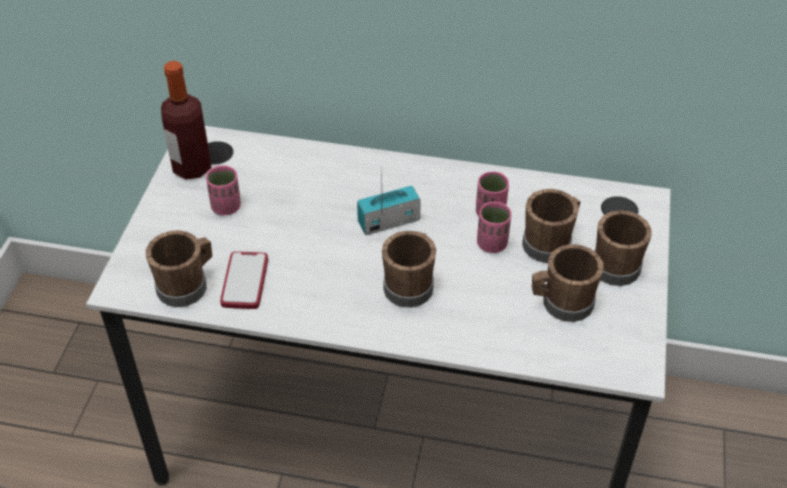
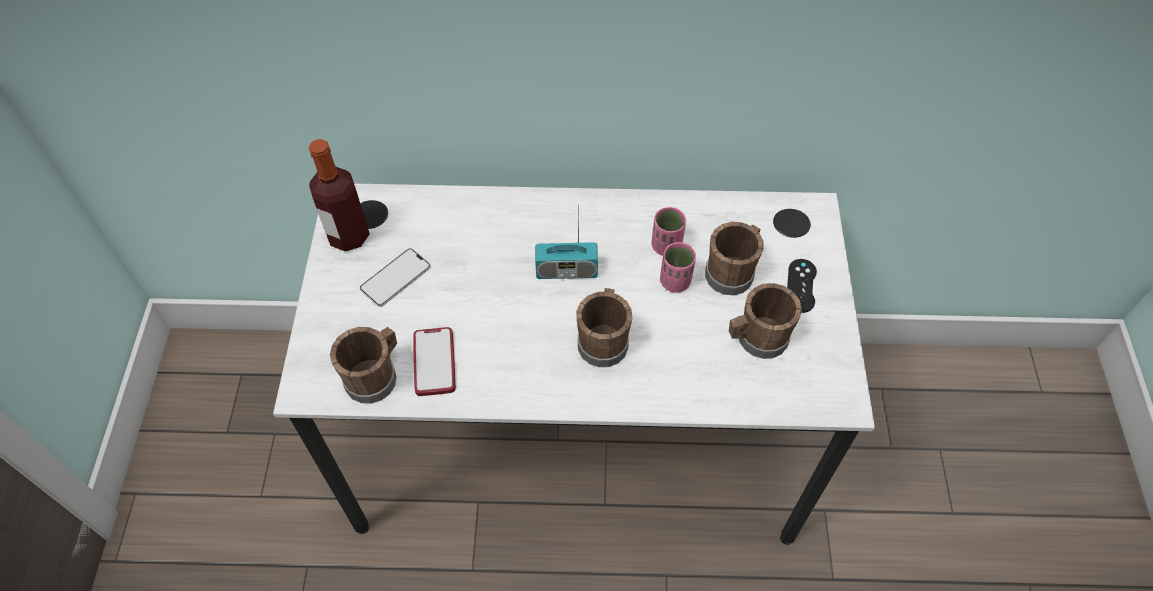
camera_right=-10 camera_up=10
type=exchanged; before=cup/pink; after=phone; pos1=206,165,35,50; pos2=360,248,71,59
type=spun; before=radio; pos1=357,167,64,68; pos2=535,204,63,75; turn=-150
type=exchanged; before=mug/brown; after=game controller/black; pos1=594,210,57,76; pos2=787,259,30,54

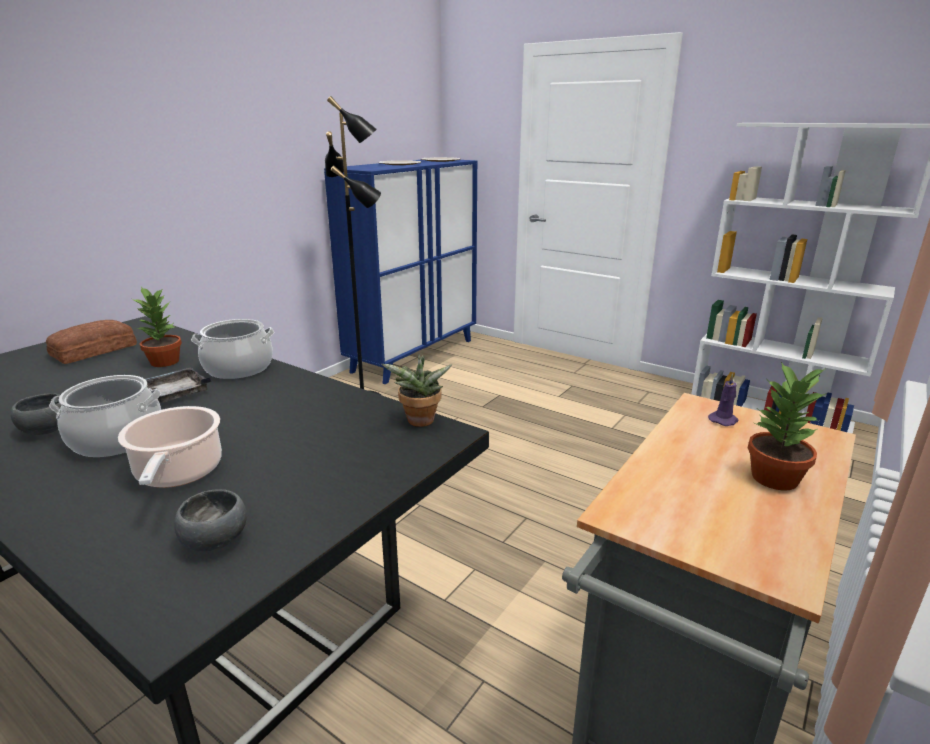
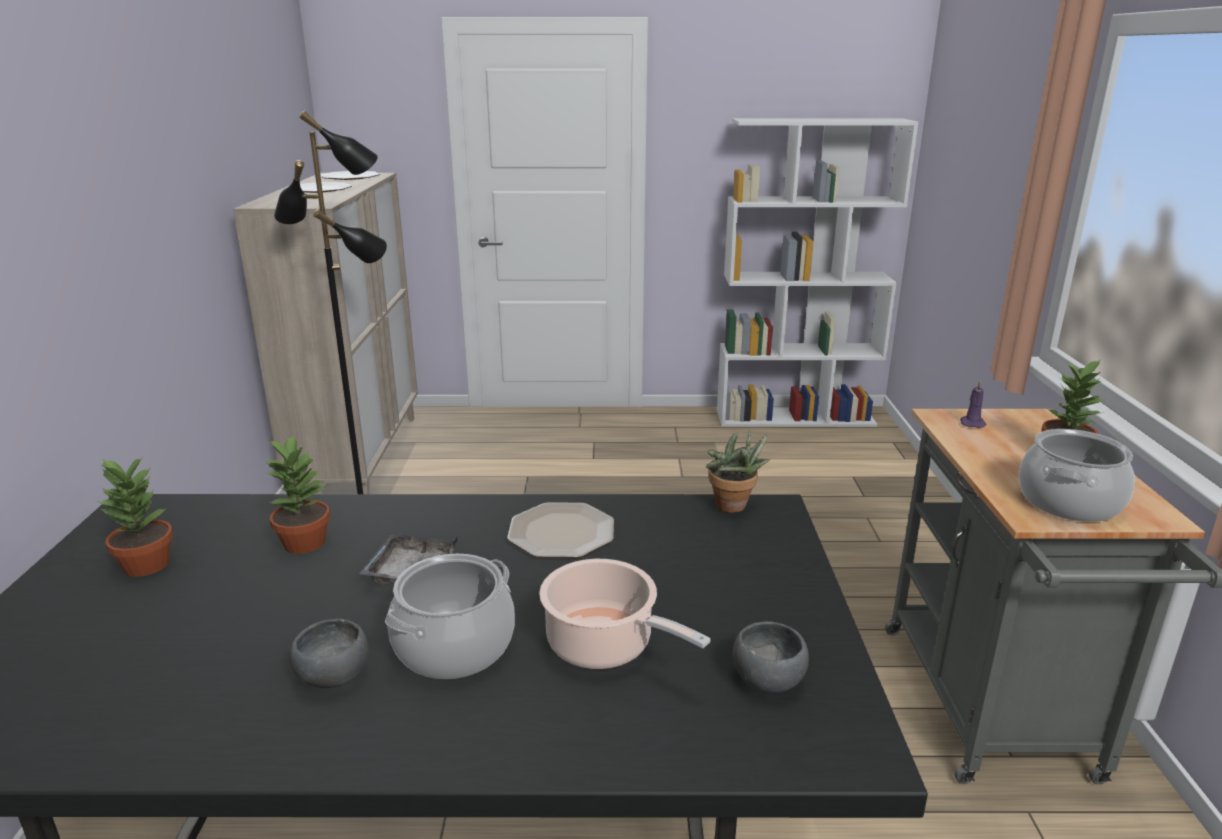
camera_right=-35 camera_up=0
type=exchanged; before=bread; after=potted plant; pos1=46,320,91,44; pos2=97,458,76,119
type=relocated; before=cooking pot; pos1=191,319,83,60; pos2=1019,429,116,93
type=colour; before=cabinet/blue; after=cabinet/beige; pos1=324,160,153,224; pos2=233,173,185,321
type=appeared; after=plate; pos2=507,502,107,56

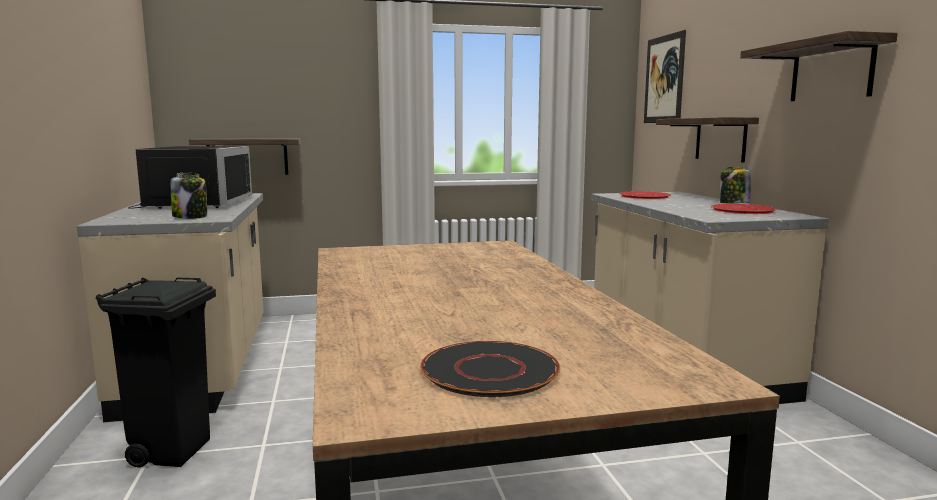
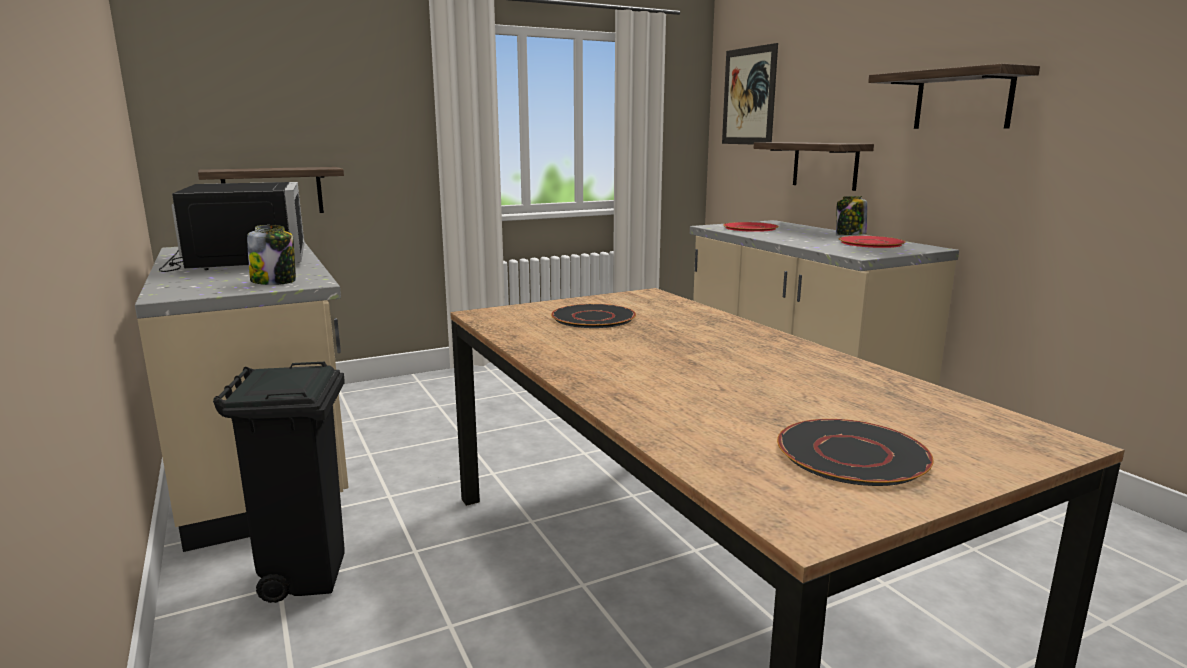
camera_right=-15 camera_up=5
type=appeared; after=plate/black; pos2=551,304,85,24

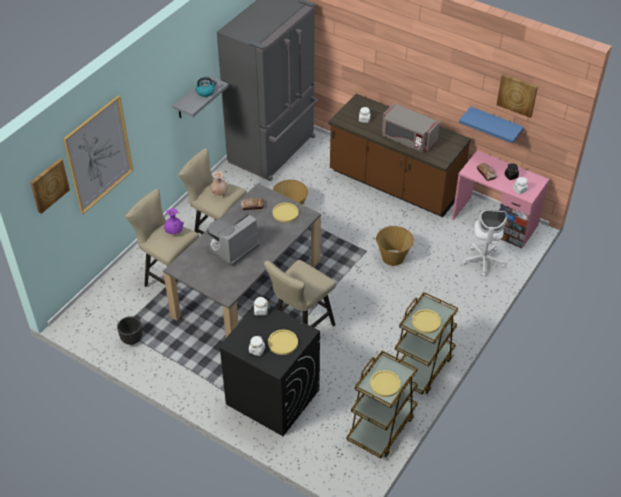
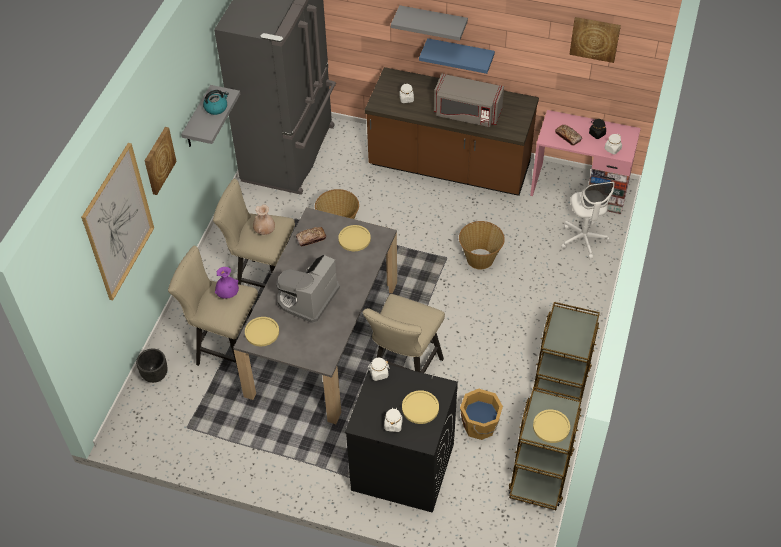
camera_right=-15 camera_up=5
type=relocated; before=picture; pos1=30,159,40,55; pos2=145,127,32,68
type=relocated; before=planter/black; pos1=117,316,26,29; pos2=136,349,32,34
type=relocated; before=plate/yellow; pos1=412,309,29,24; pos2=245,317,34,29
type=relocated; before=shelf/blue; pos1=459,107,65,37; pos2=419,38,76,36
type=appeared; after=shelf/grey; pos2=391,5,77,36
type=appeared; after=bucket/orange; pos2=460,389,43,51

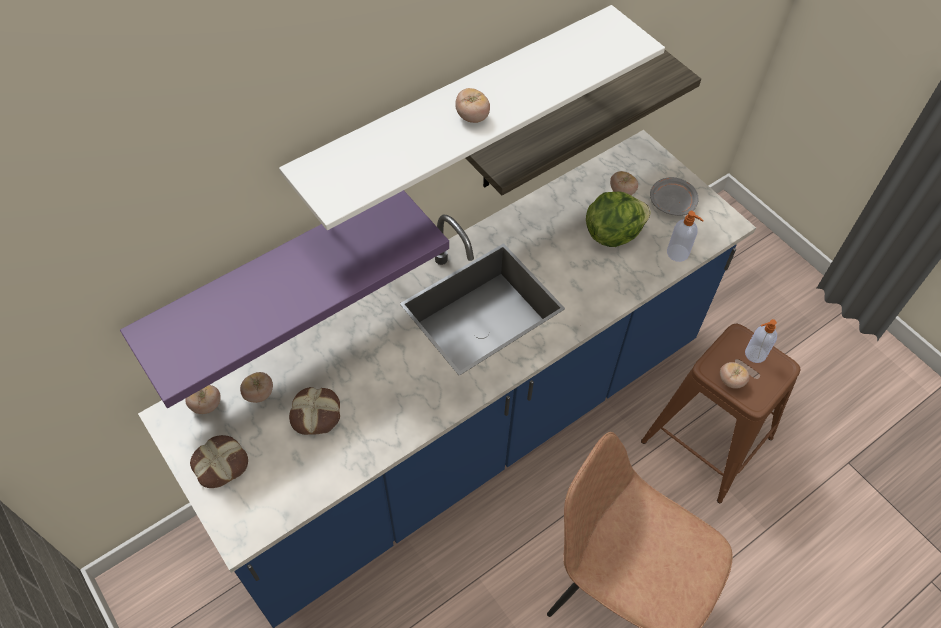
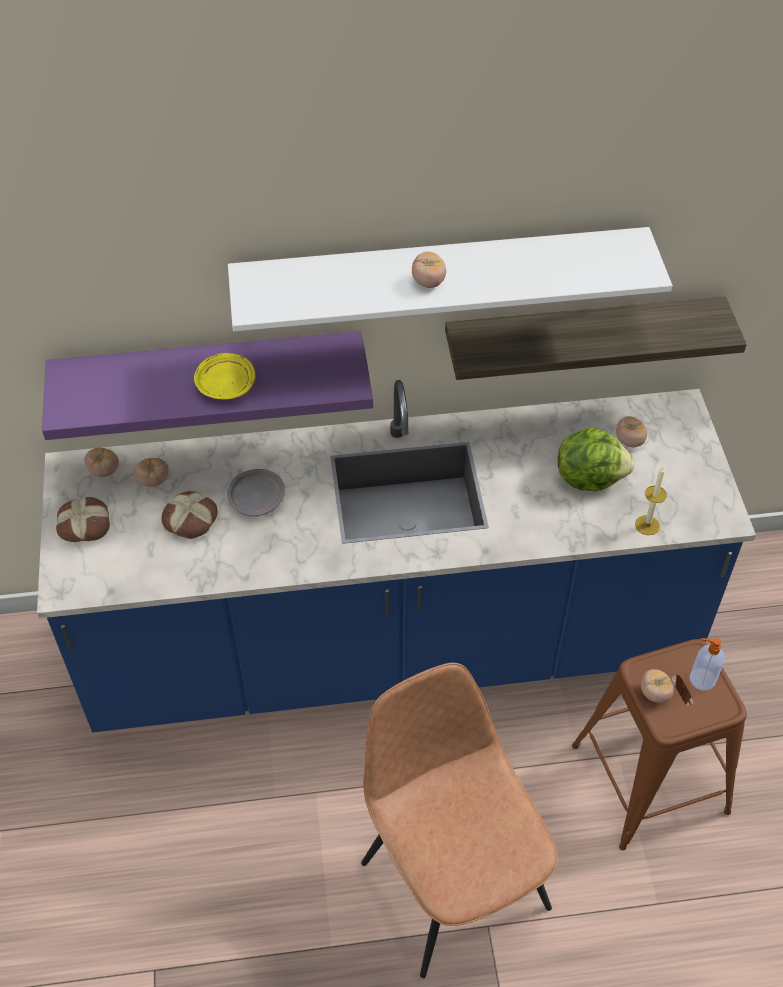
camera_right=30 camera_up=-5
type=relocated; before=plate/grey; pos1=650,177,49,39; pos2=227,469,58,47
type=exchanged; before=soap dispenser; after=candle; pos1=667,211,37,51; pos2=635,467,32,68
type=appeared; after=plate/yellow; pos2=194,353,62,46

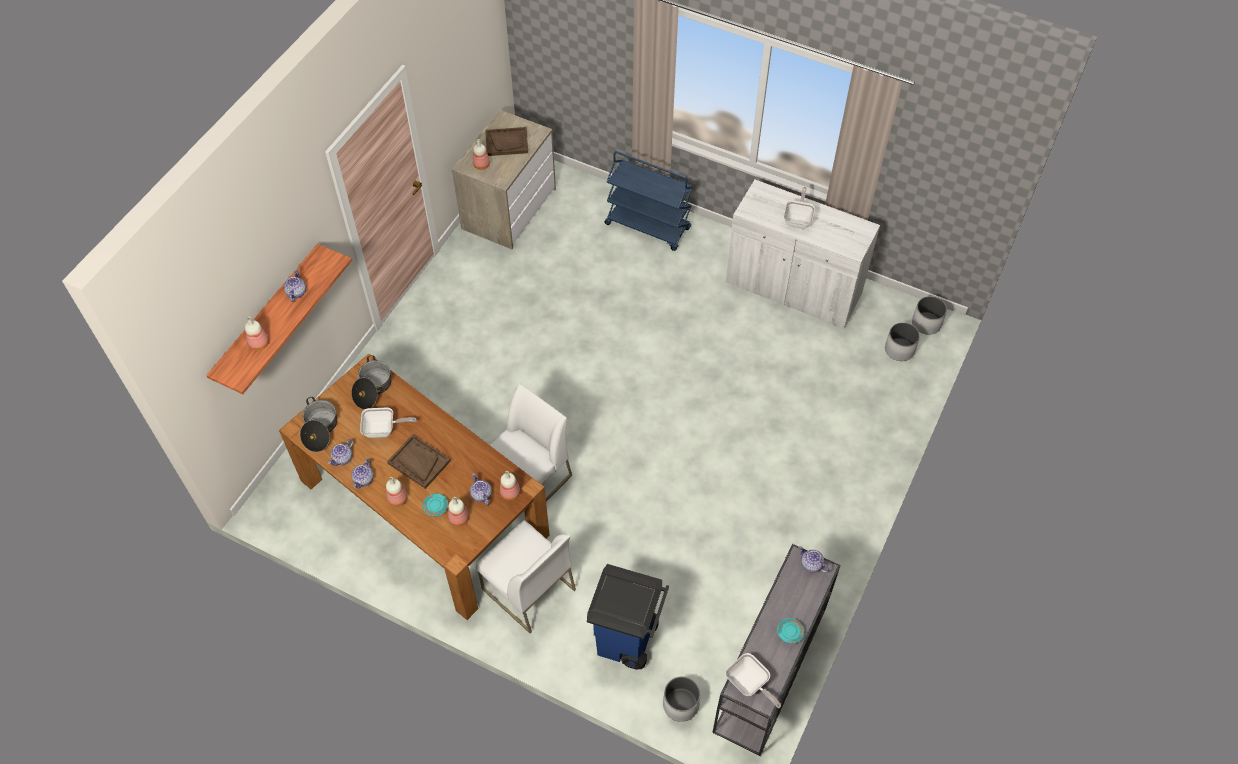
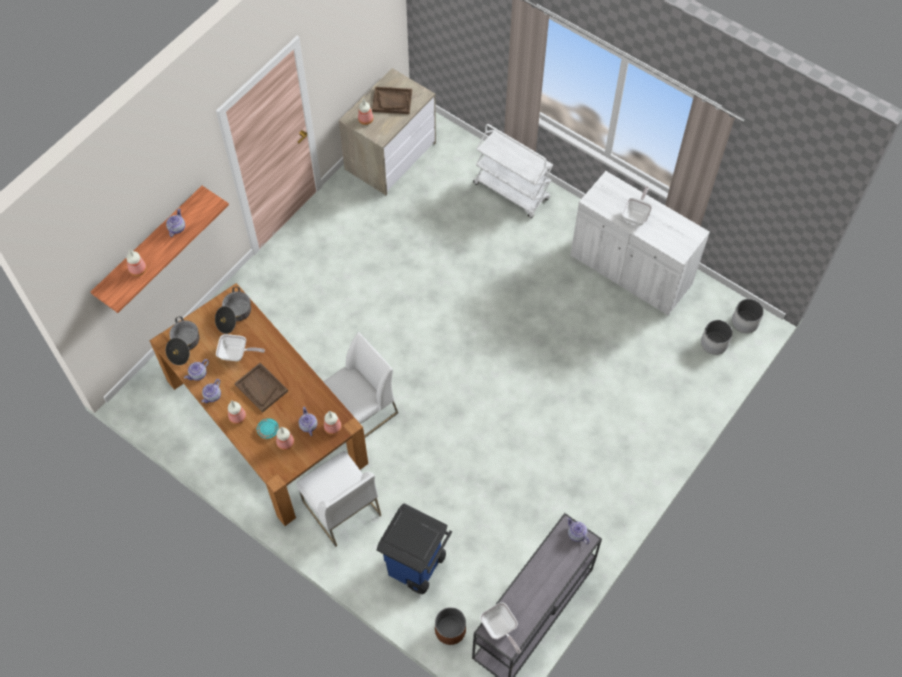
camera_right=10 camera_up=5
type=colour; before=cart/blue; after=cart/white; pos1=605,151,88,100; pos2=473,124,80,94
type=colour; before=planter/white; after=planter/brown; pos1=663,676,37,46; pos2=435,607,31,38
type=missing; before=plate/turquoise; pos1=777,618,28,26

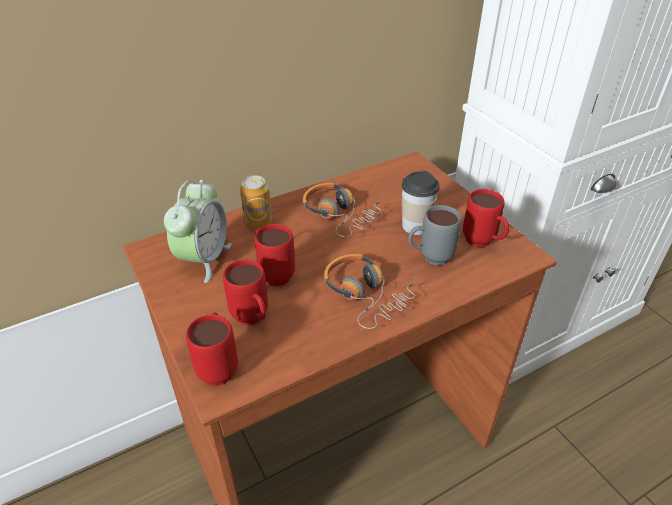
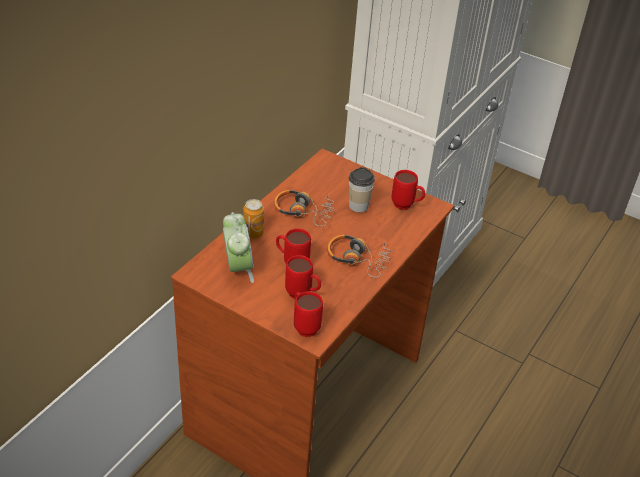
camera_right=-30 camera_up=0
type=missing; before=mug/grey; pos1=408,205,53,61

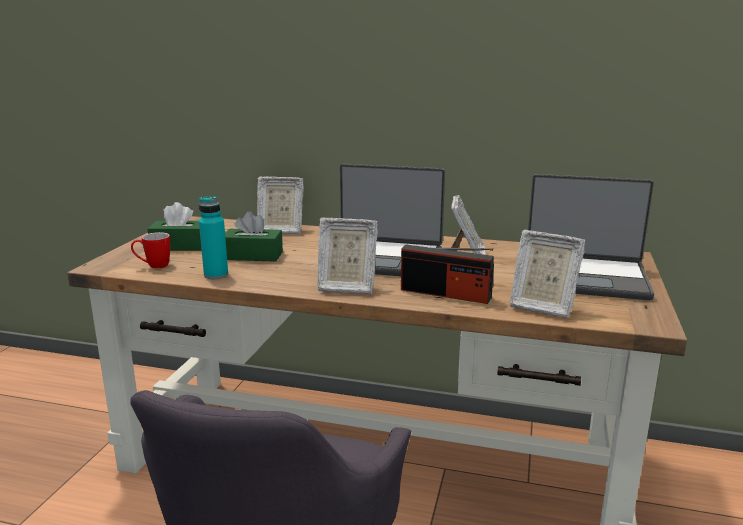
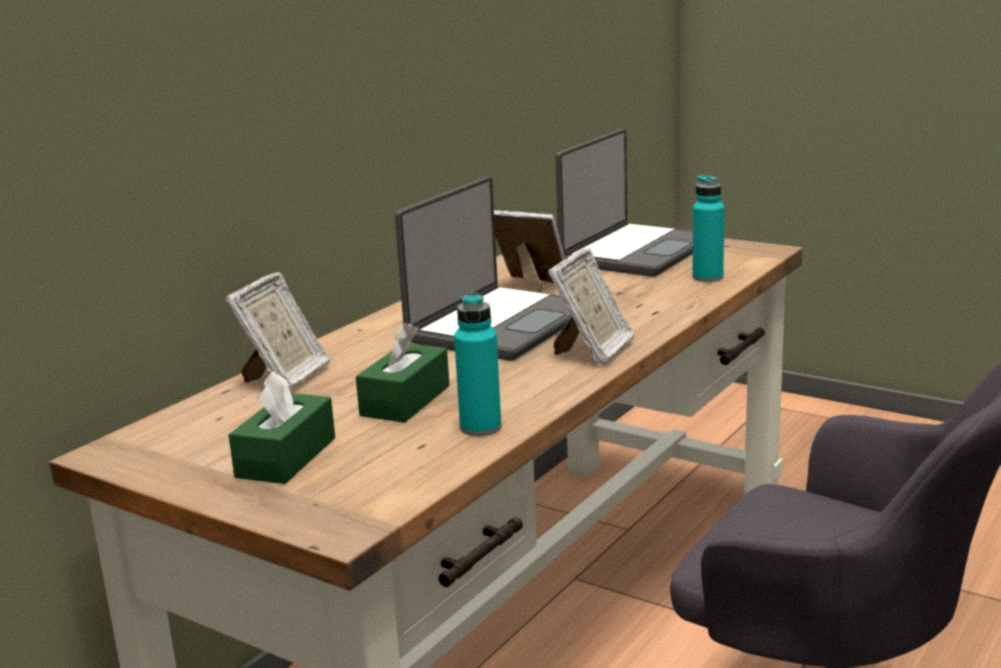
camera_right=-70 camera_up=0
type=missing; before=mug; pos1=131,232,39,36
type=missing; before=radio; pos1=401,245,93,59
type=exchanged; before=picture frame; after=bottle/turquoise; pos1=510,230,75,88; pos2=692,175,33,107

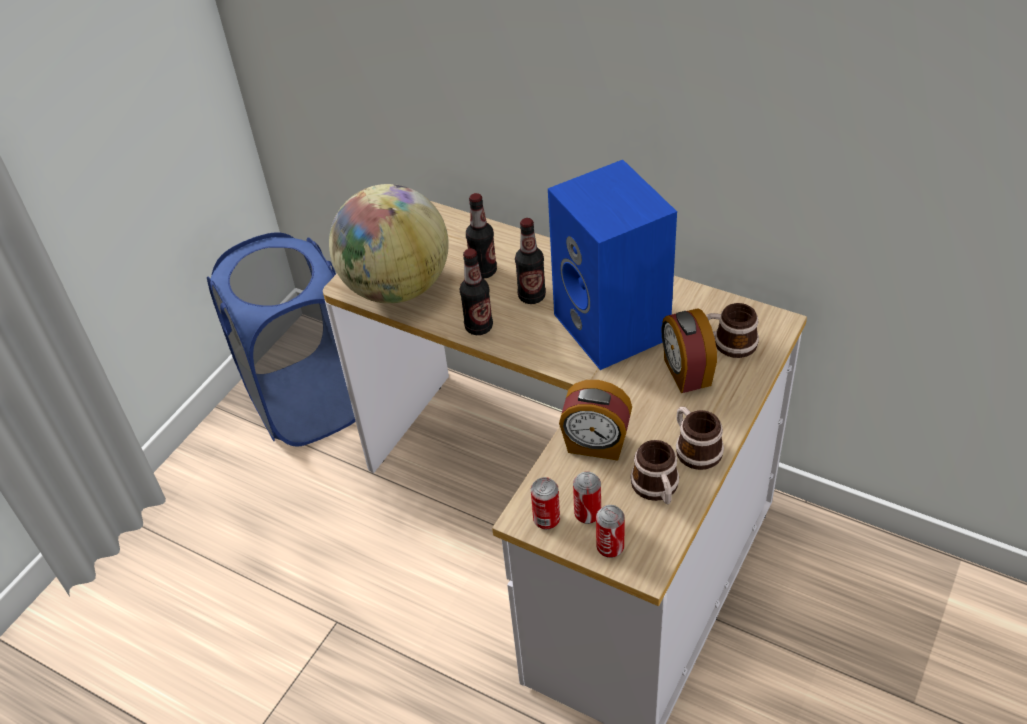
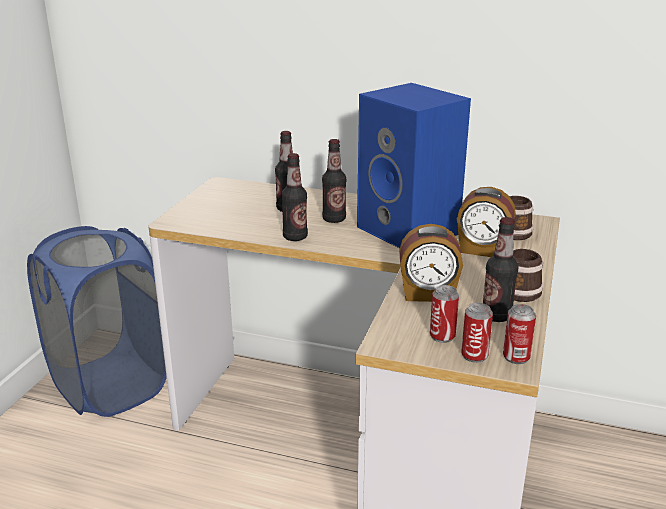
camera_right=-15 camera_up=-20
type=missing; before=globe; pos1=329,184,120,120
type=relocated; before=can; pos1=531,477,29,53; pos2=503,304,33,60
type=exchanged; before=mug; after=bottle; pos1=630,440,49,64; pos2=483,217,35,105
type=spun; before=alarm clock; pos1=661,308,56,85; pos2=457,187,59,70; turn=-45

